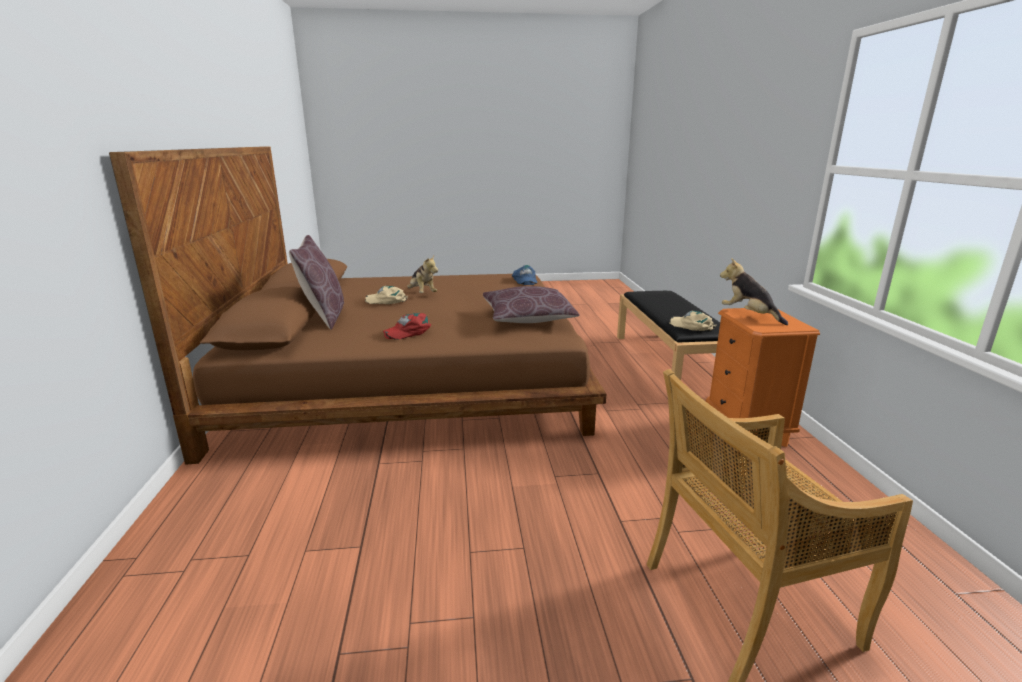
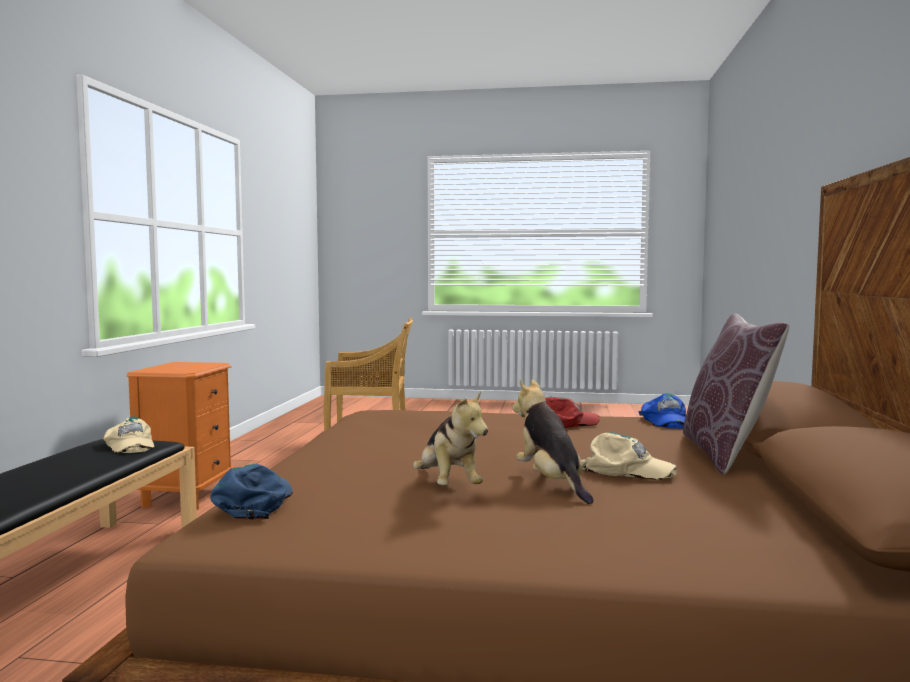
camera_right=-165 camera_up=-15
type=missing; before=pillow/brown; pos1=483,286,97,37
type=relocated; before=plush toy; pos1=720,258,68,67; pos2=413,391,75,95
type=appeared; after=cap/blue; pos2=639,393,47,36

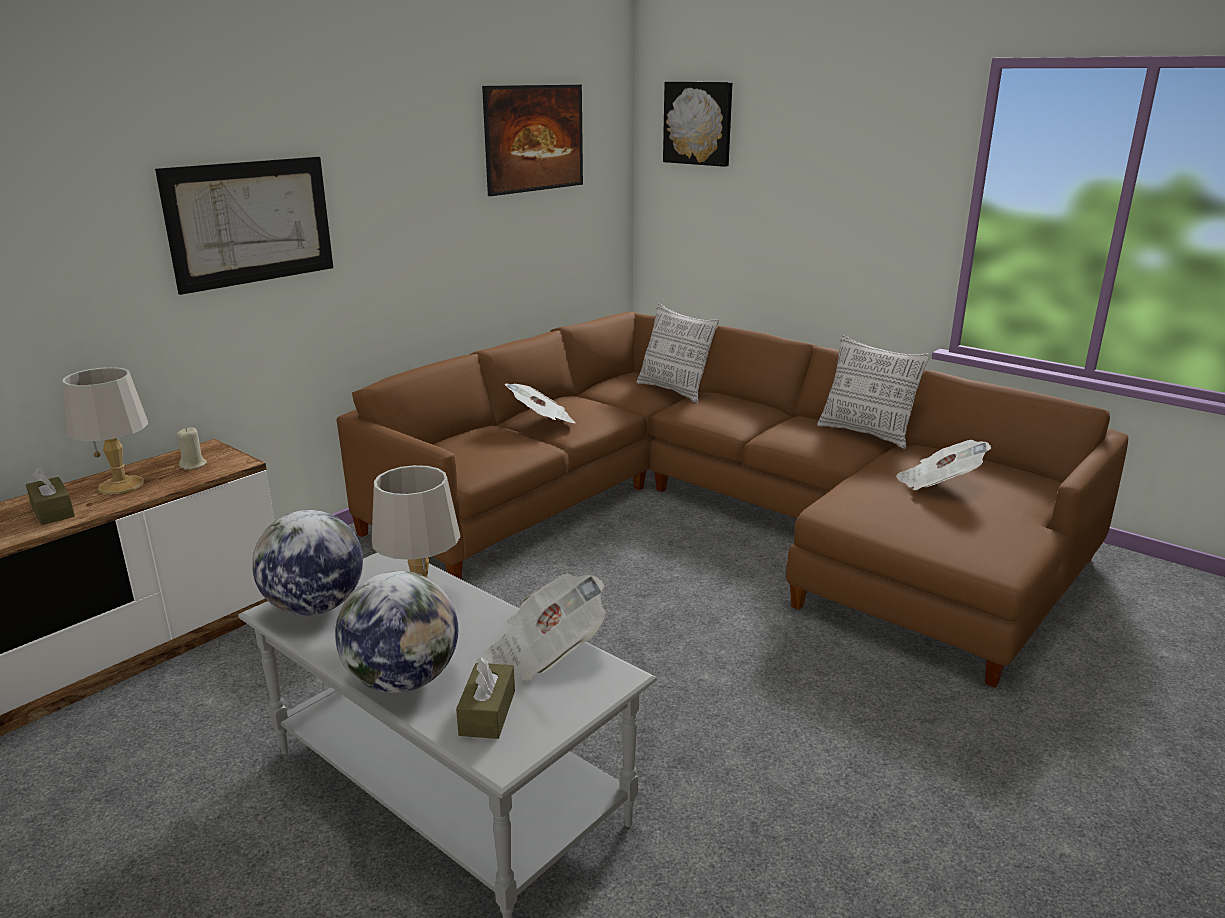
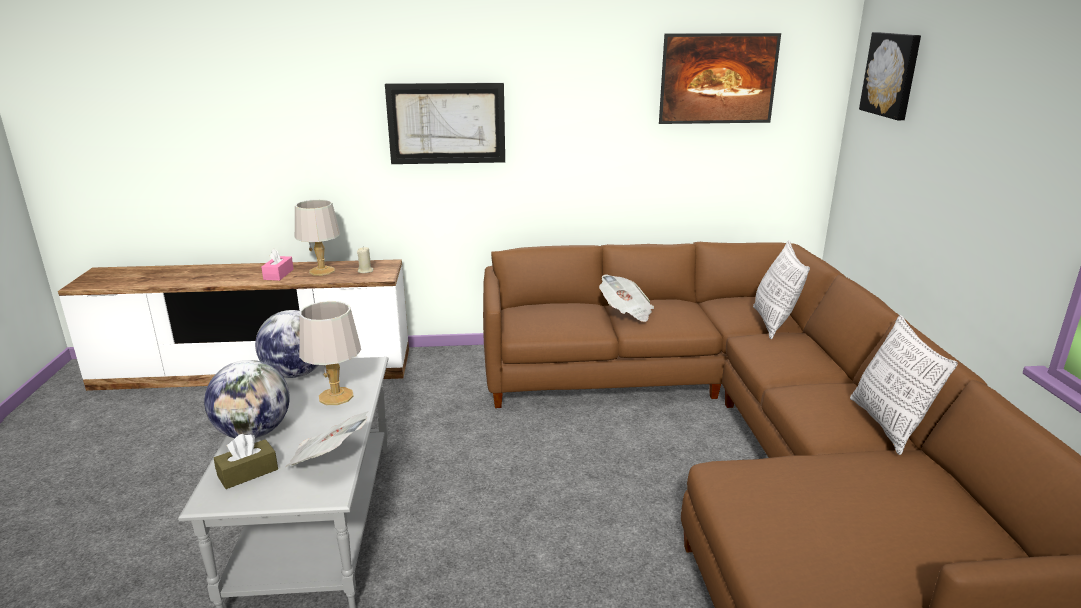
camera_right=45 camera_up=0
type=colour; before=tissue box/brown; after=tissue box/pink; pos1=26,468,49,57; pos2=261,249,33,32
type=missing; before=newspaper; pos1=896,440,95,50

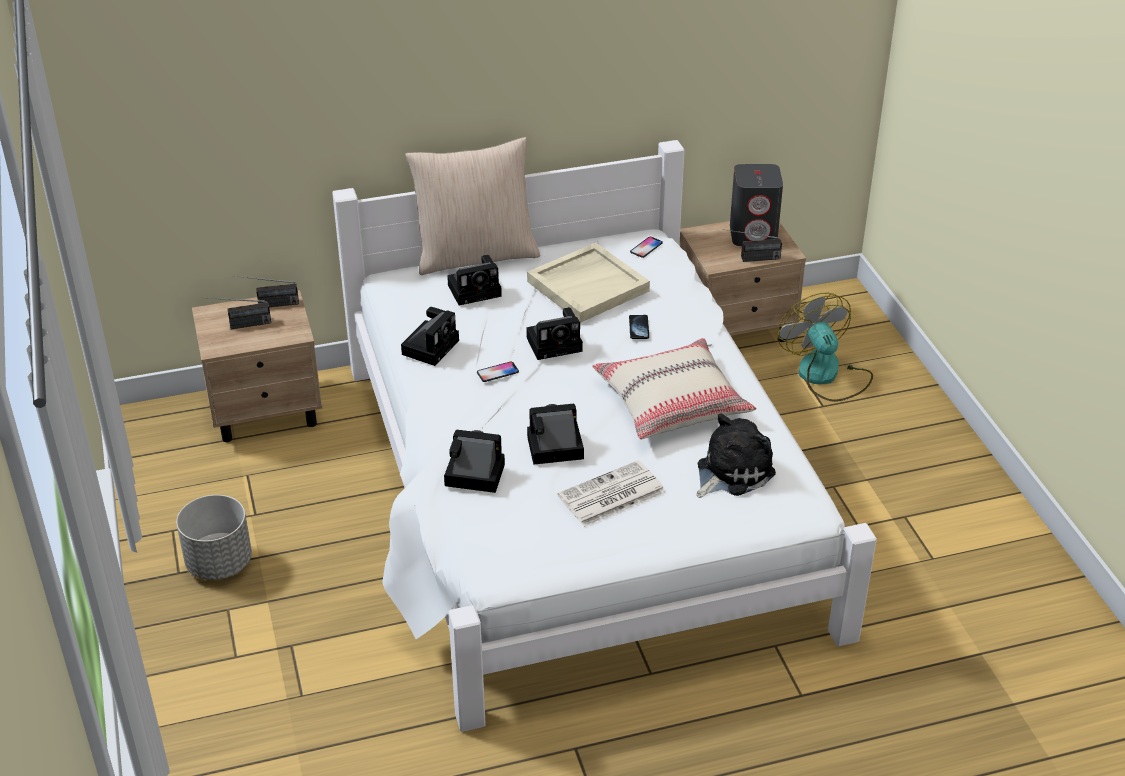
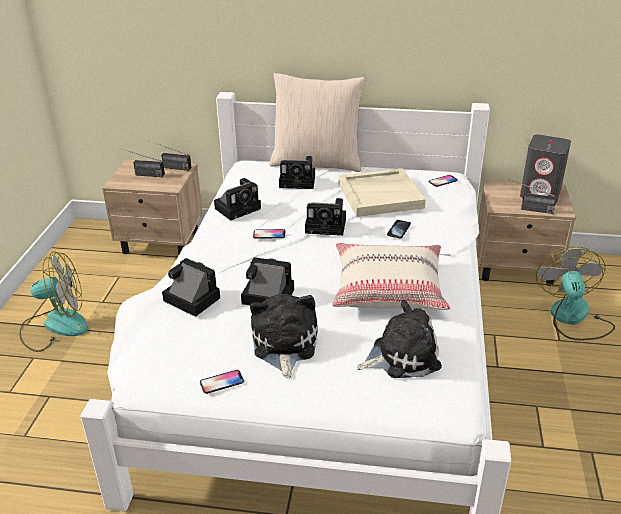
camera_right=25 camera_up=-5
type=exchanged; before=planter/grey; after=fan; pos1=176,495,76,85; pos2=19,252,69,100
type=exchanged; before=newspaper; after=plush toy; pos1=558,460,107,67; pos2=250,294,68,84
type=appeared; after=phone; pos2=200,370,44,24

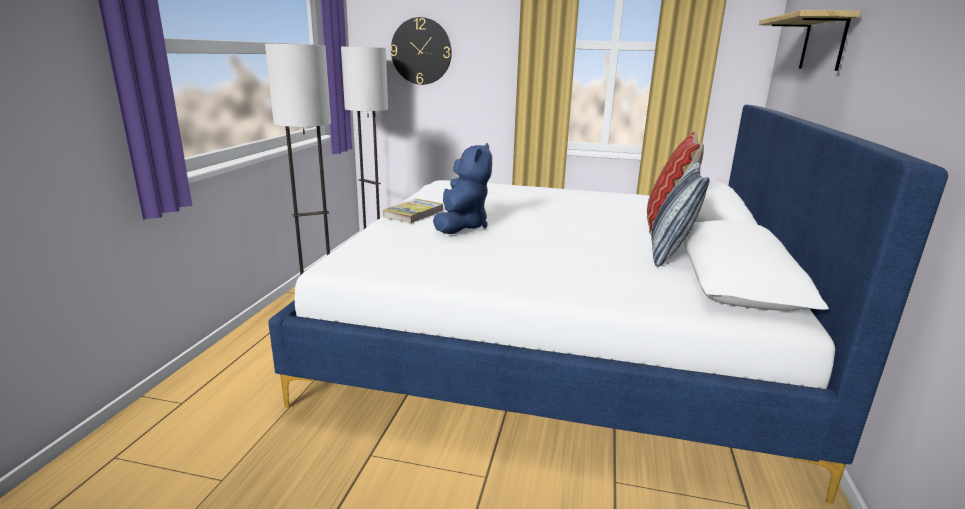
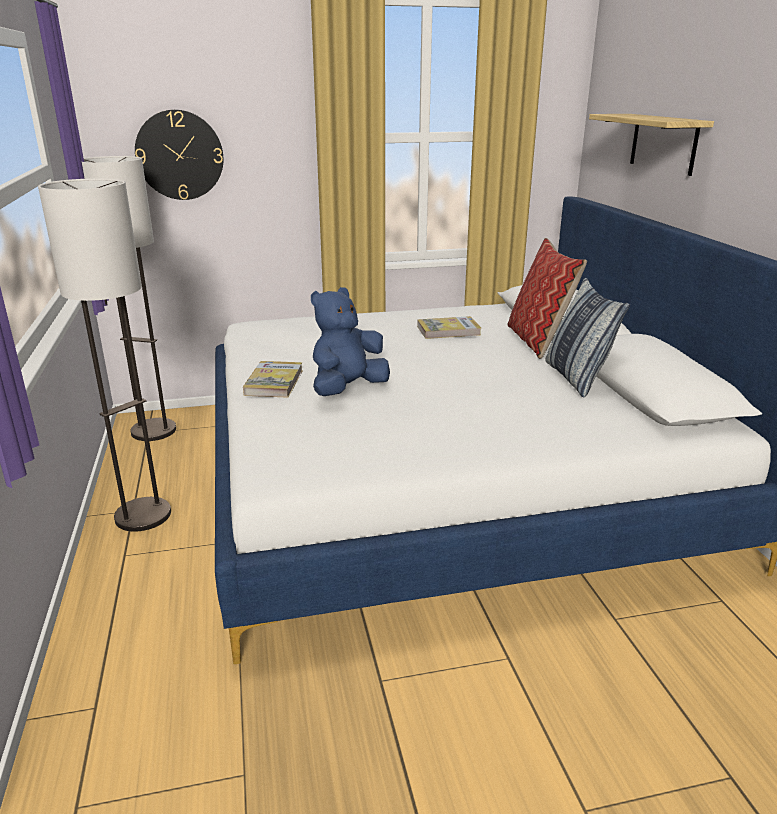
camera_right=-25 camera_up=5
type=spun; before=plush toy/blue; pos1=433,143,59,91; pos2=311,287,79,109; turn=-120
type=appeared; after=book; pos2=417,316,64,23

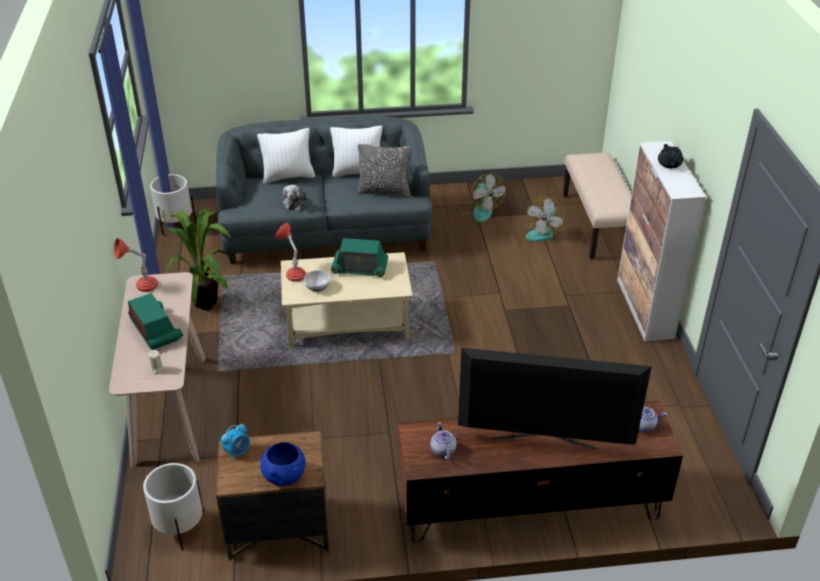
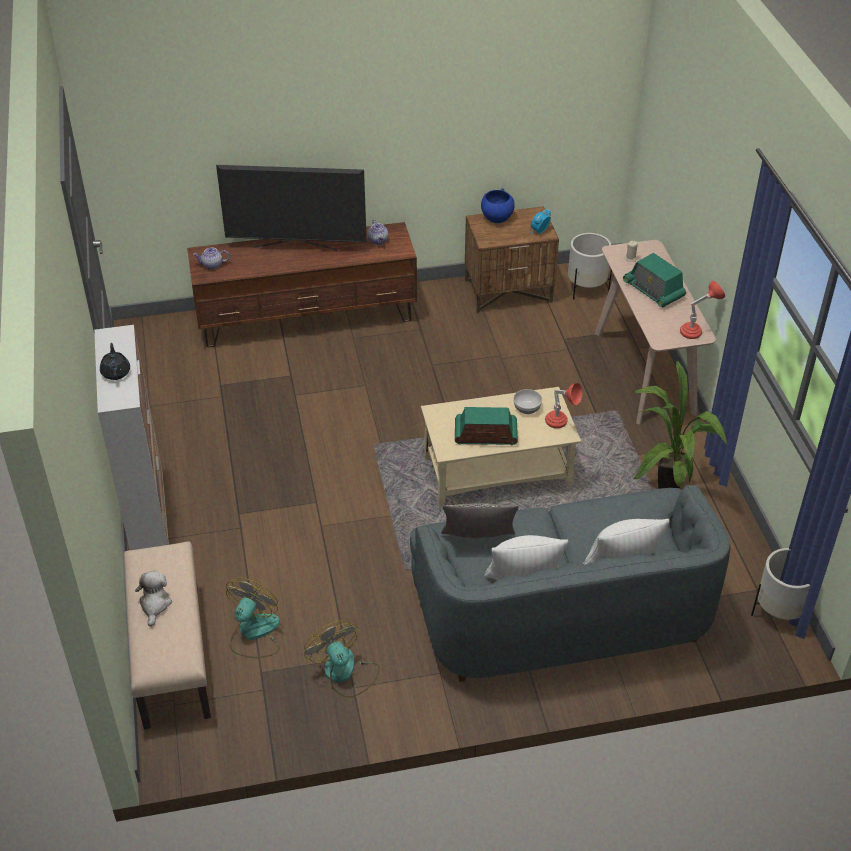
camera_right=175 camera_up=5
type=relocated; before=plush toy; pos1=283,185,23,25; pos2=135,571,37,56

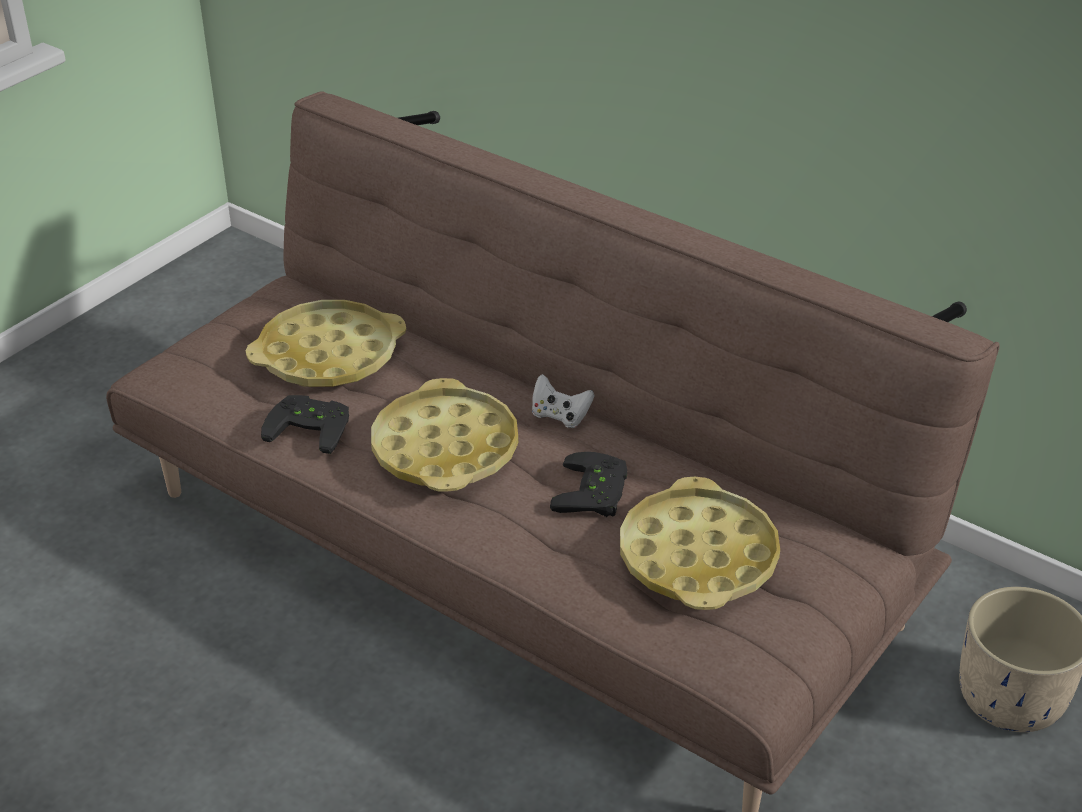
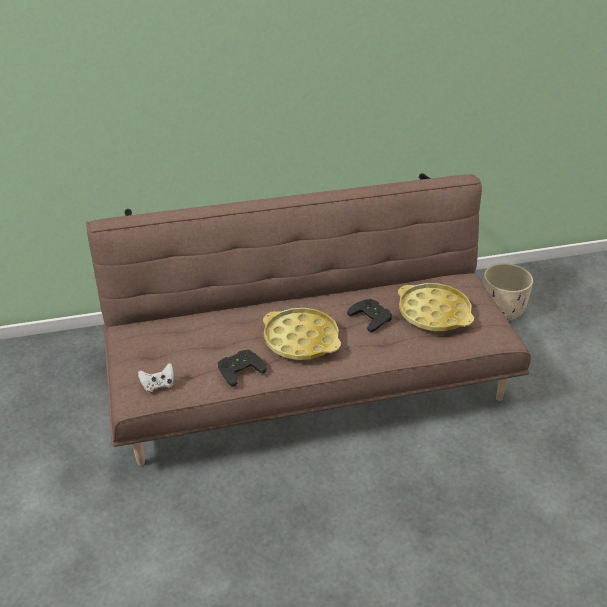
camera_right=-50 camera_up=0
type=missing; before=tray/yellow; pos1=245,300,161,87
type=relocated; before=game controller/white; pos1=532,374,62,54; pos2=138,363,36,29

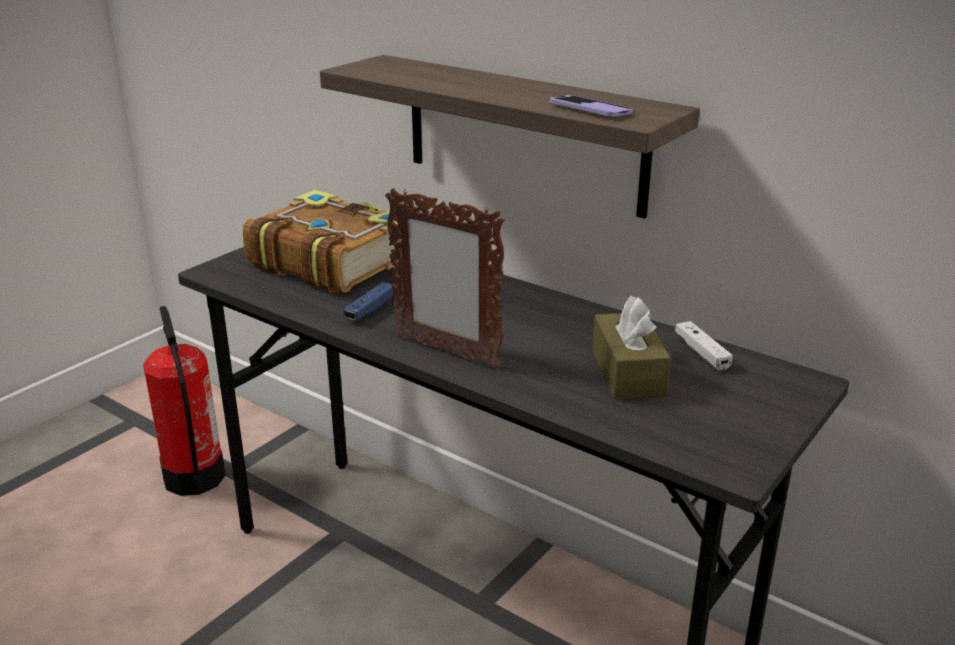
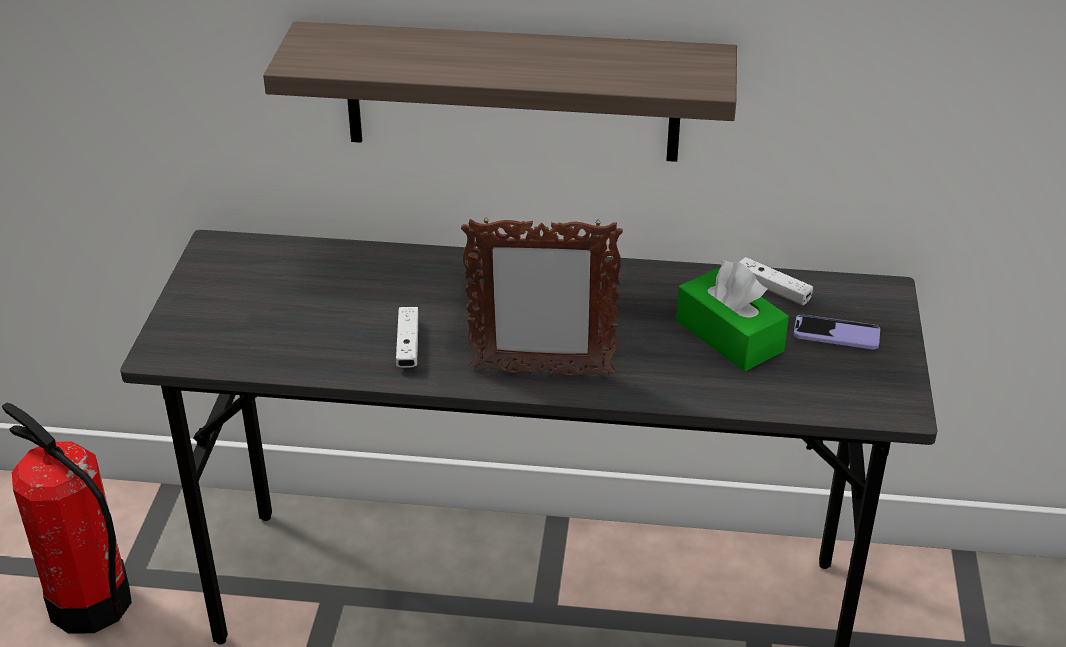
camera_right=-30 camera_up=10
type=missing; before=book; pos1=243,190,159,103
type=colour; before=game controller/blue; after=game controller/white; pos1=343,282,50,39; pos2=396,307,22,61
type=relocated; before=phone; pos1=550,95,83,22; pos2=793,314,87,35
type=colour; before=tissue box/brown; after=tissue box/green; pos1=592,296,79,103; pos2=676,261,113,111

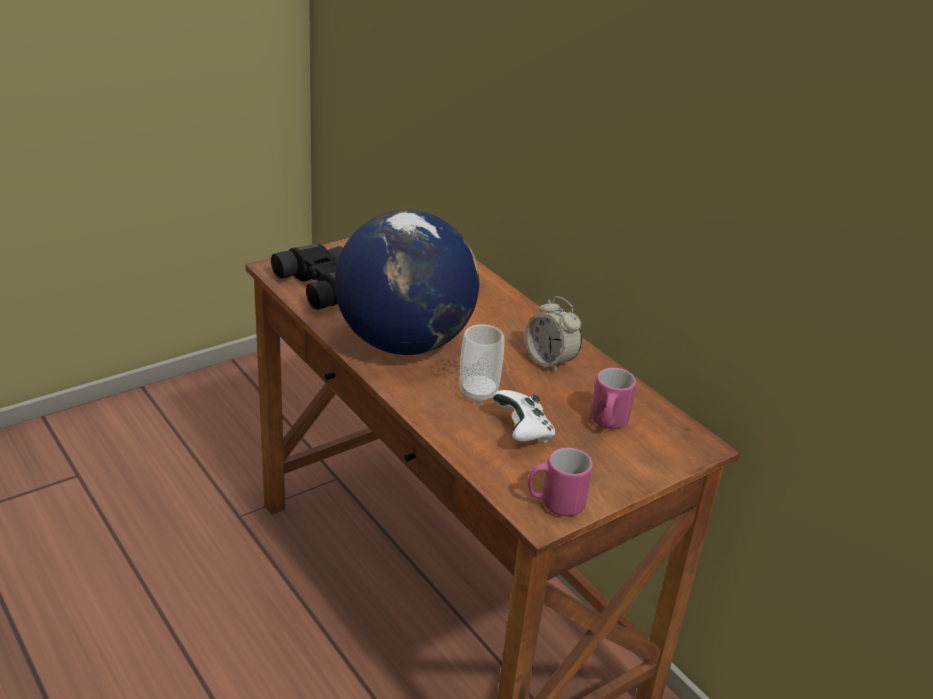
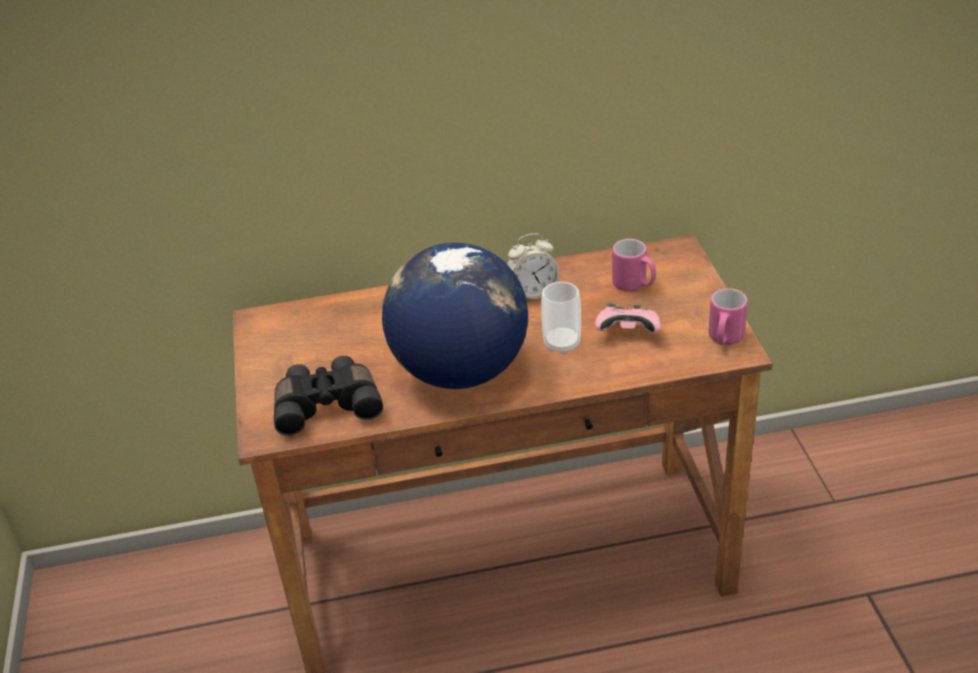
camera_right=-60 camera_up=5
type=colour; before=game controller/white; after=game controller/pink; pos1=492,390,63,53; pos2=595,304,66,29

